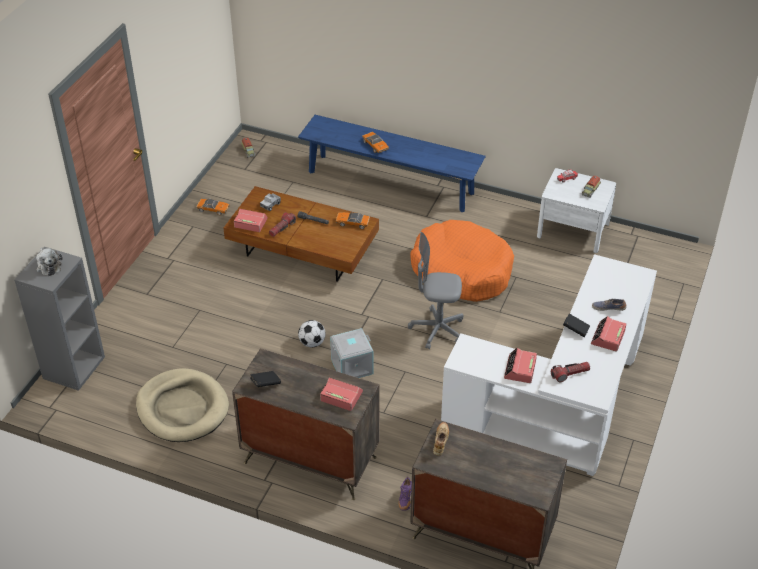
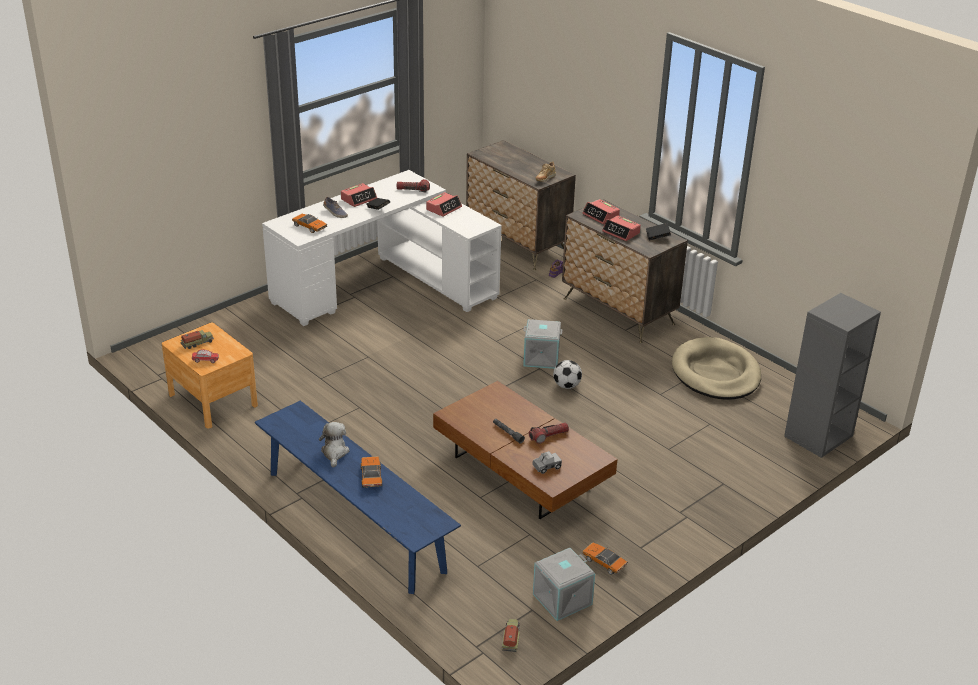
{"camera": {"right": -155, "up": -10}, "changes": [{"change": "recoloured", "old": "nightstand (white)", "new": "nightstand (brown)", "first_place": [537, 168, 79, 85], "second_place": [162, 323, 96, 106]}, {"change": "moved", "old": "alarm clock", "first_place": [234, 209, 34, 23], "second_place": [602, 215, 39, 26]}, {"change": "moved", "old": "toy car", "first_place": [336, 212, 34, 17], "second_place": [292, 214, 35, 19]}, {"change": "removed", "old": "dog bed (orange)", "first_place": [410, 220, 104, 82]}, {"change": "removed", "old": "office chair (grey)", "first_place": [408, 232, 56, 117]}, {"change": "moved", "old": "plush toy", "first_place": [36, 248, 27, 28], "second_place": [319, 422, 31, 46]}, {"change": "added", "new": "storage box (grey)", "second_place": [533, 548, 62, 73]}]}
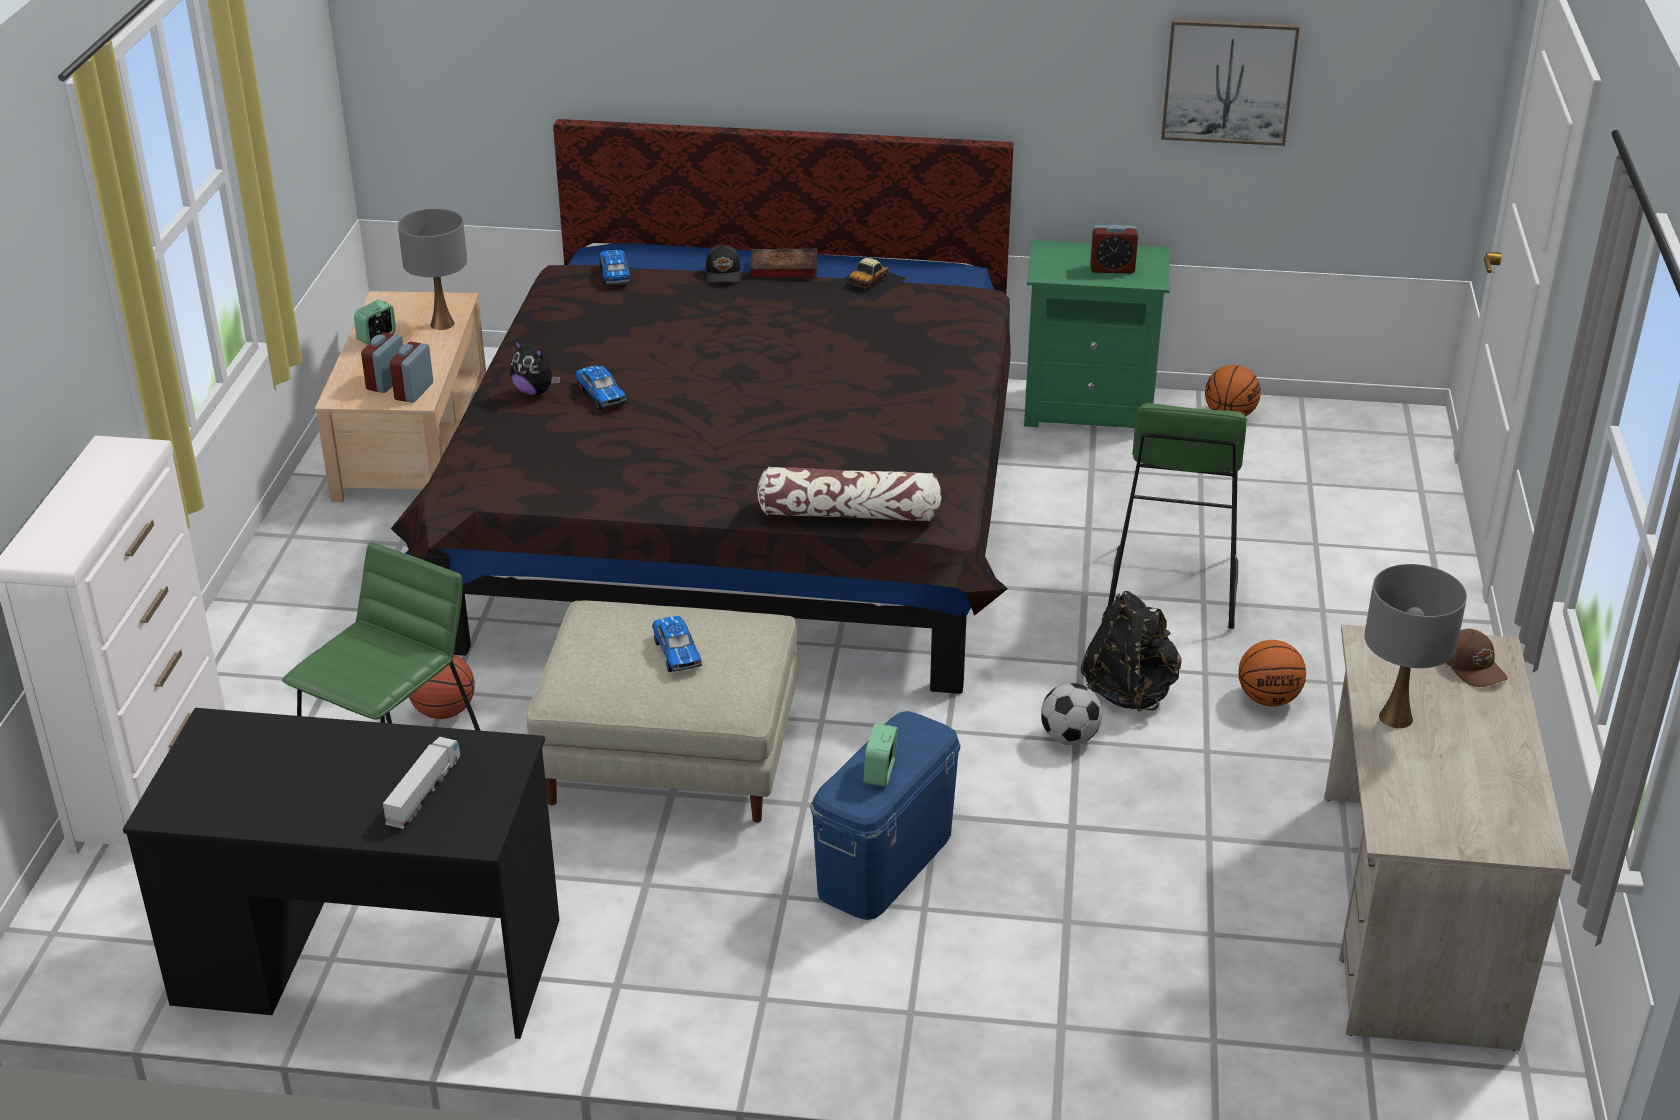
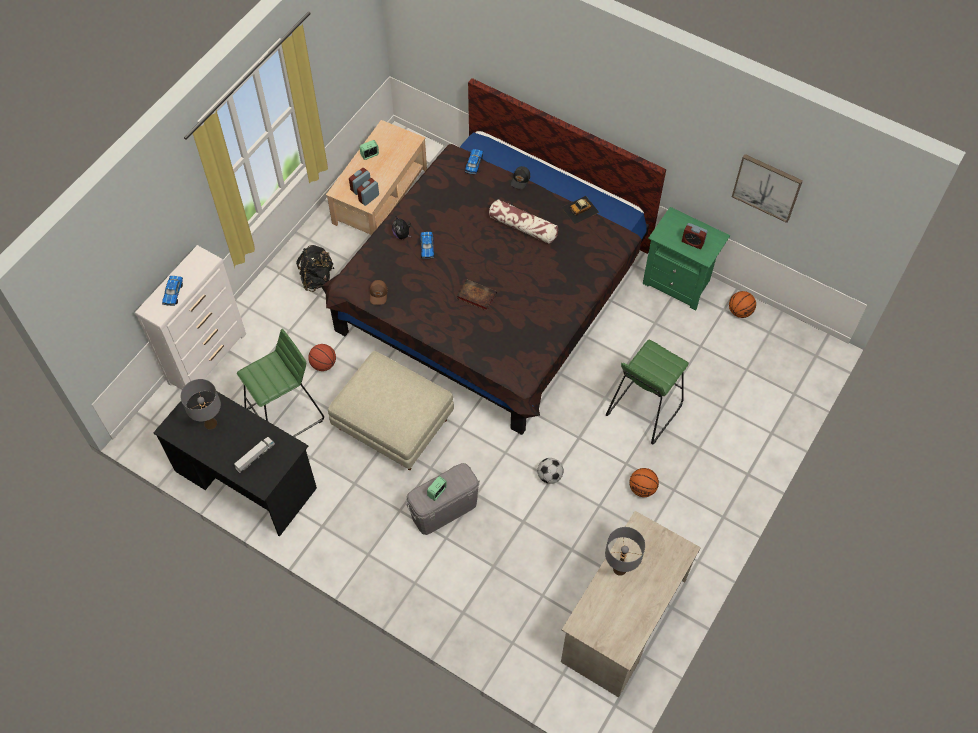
{"camera": {"right": 25, "up": 25}, "changes": [{"change": "moved", "old": "table lamp (grey)", "first_place": [398, 209, 69, 121], "second_place": [180, 379, 41, 50]}, {"change": "moved", "old": "book", "first_place": [749, 249, 69, 29], "second_place": [457, 279, 40, 32]}, {"change": "moved", "old": "pillow", "first_place": [757, 466, 185, 56], "second_place": [489, 199, 69, 45]}, {"change": "moved", "old": "backpack (black)", "first_place": [1081, 591, 101, 121], "second_place": [296, 245, 38, 47]}, {"change": "moved", "old": "toy car", "first_place": [652, 616, 50, 56], "second_place": [162, 276, 21, 30]}, {"change": "moved", "old": "cap (brown)", "first_place": [1446, 629, 62, 58], "second_place": [370, 280, 18, 25]}, {"change": "recoloured", "old": "storage box (blue)", "new": "storage box (grey)", "first_place": [810, 711, 150, 209], "second_place": [406, 463, 74, 72]}]}
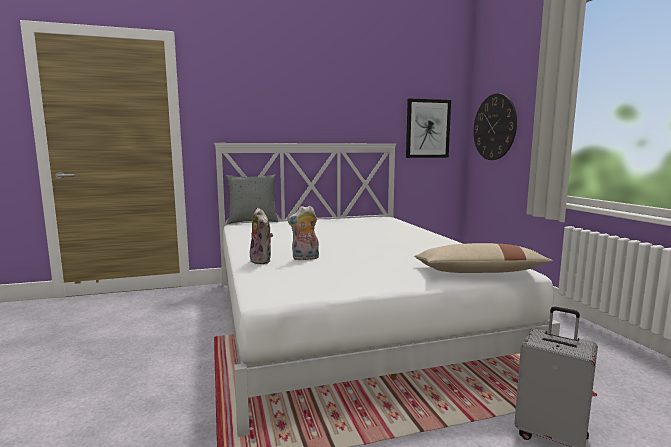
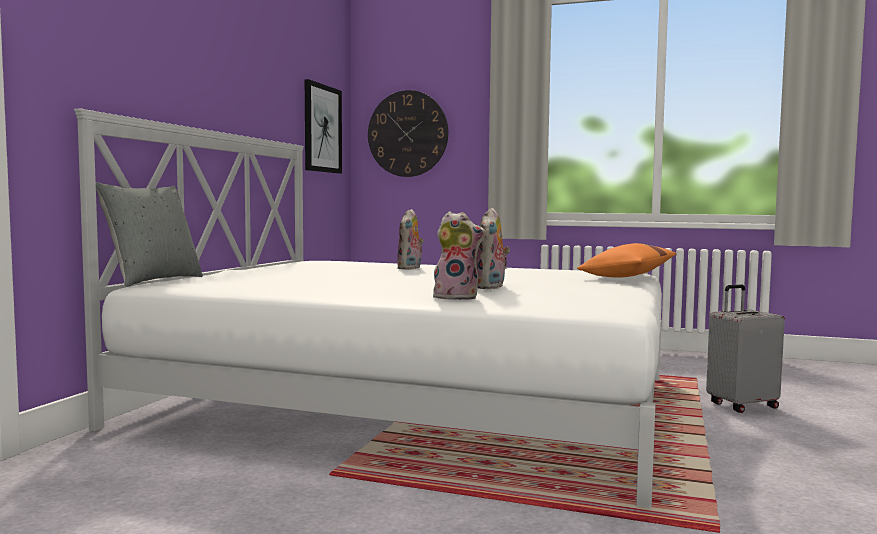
{"camera": {"right": -55, "up": -5}, "changes": [{"change": "recoloured", "old": "pillow (beige)", "new": "pillow (orange)", "first_place": [414, 243, 139, 30], "second_place": [577, 243, 100, 35]}, {"change": "added", "new": "plush toy", "second_place": [397, 209, 27, 61]}]}
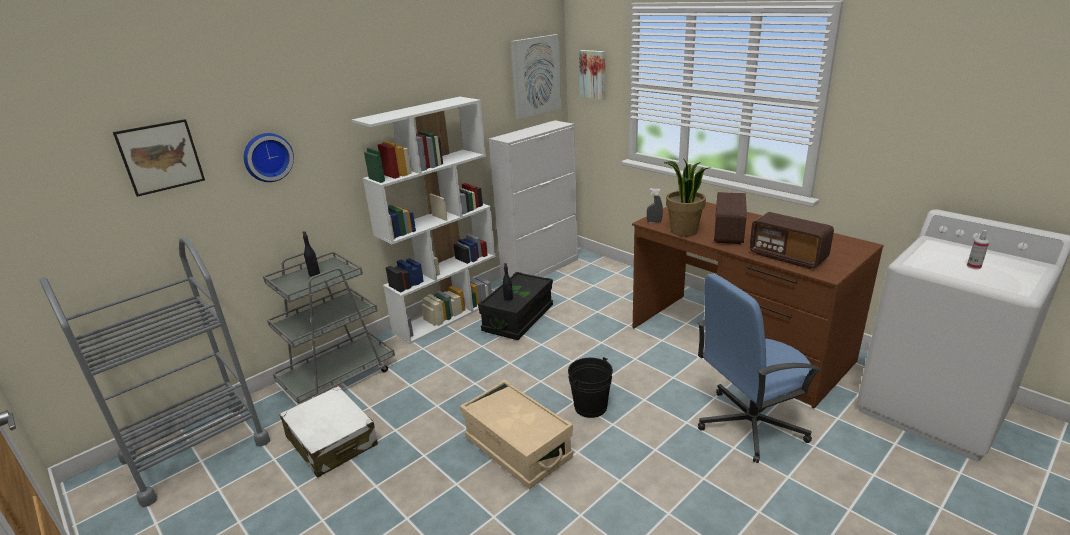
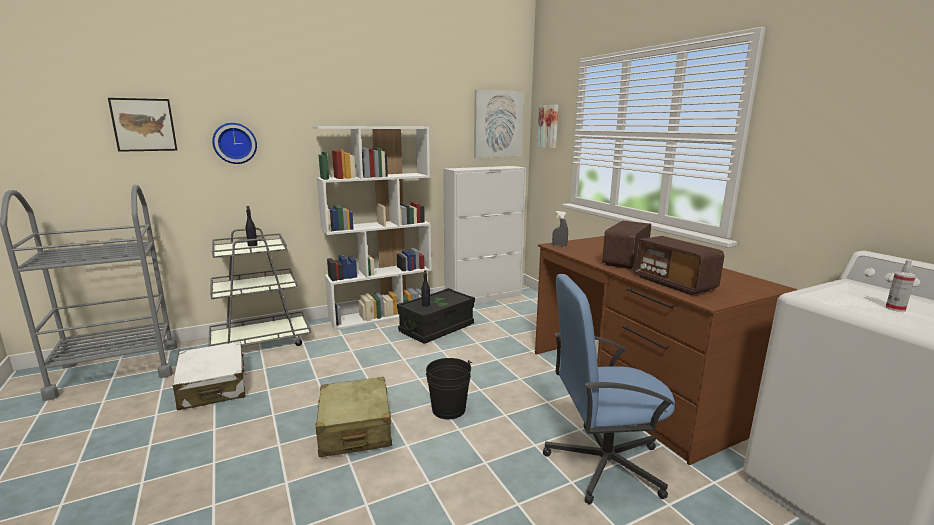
{"camera": {"right": 15, "up": -10}, "changes": [{"change": "removed", "old": "potted plant", "first_place": [665, 158, 44, 79]}, {"change": "replaced", "old": "storage box (beige)", "new": "suitcase (beige)", "first_place": [460, 380, 113, 109], "second_place": [315, 377, 77, 80]}]}
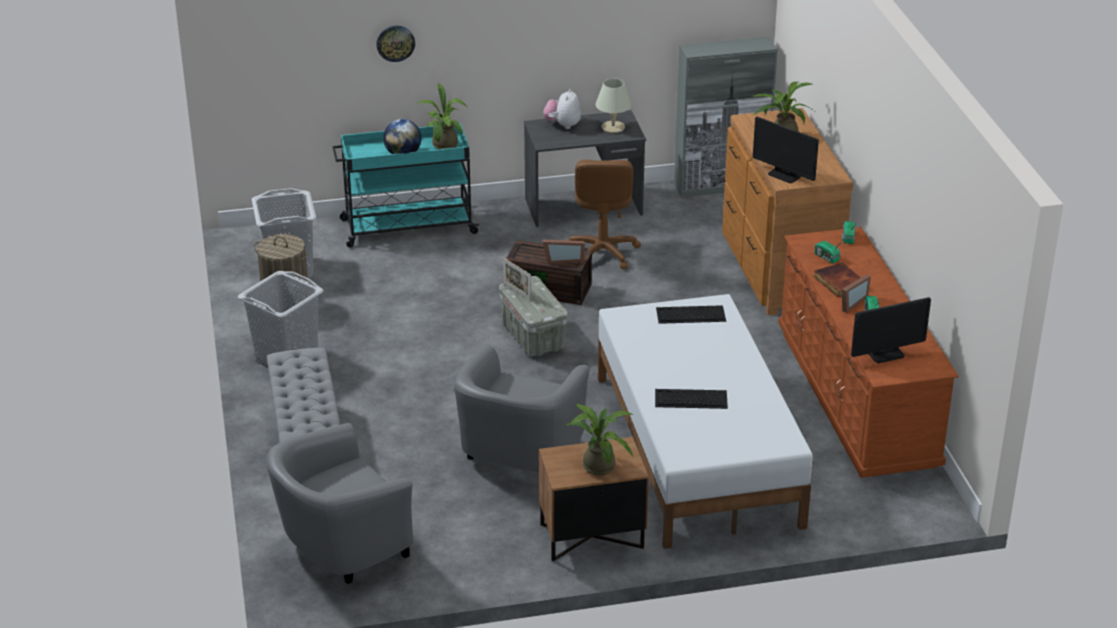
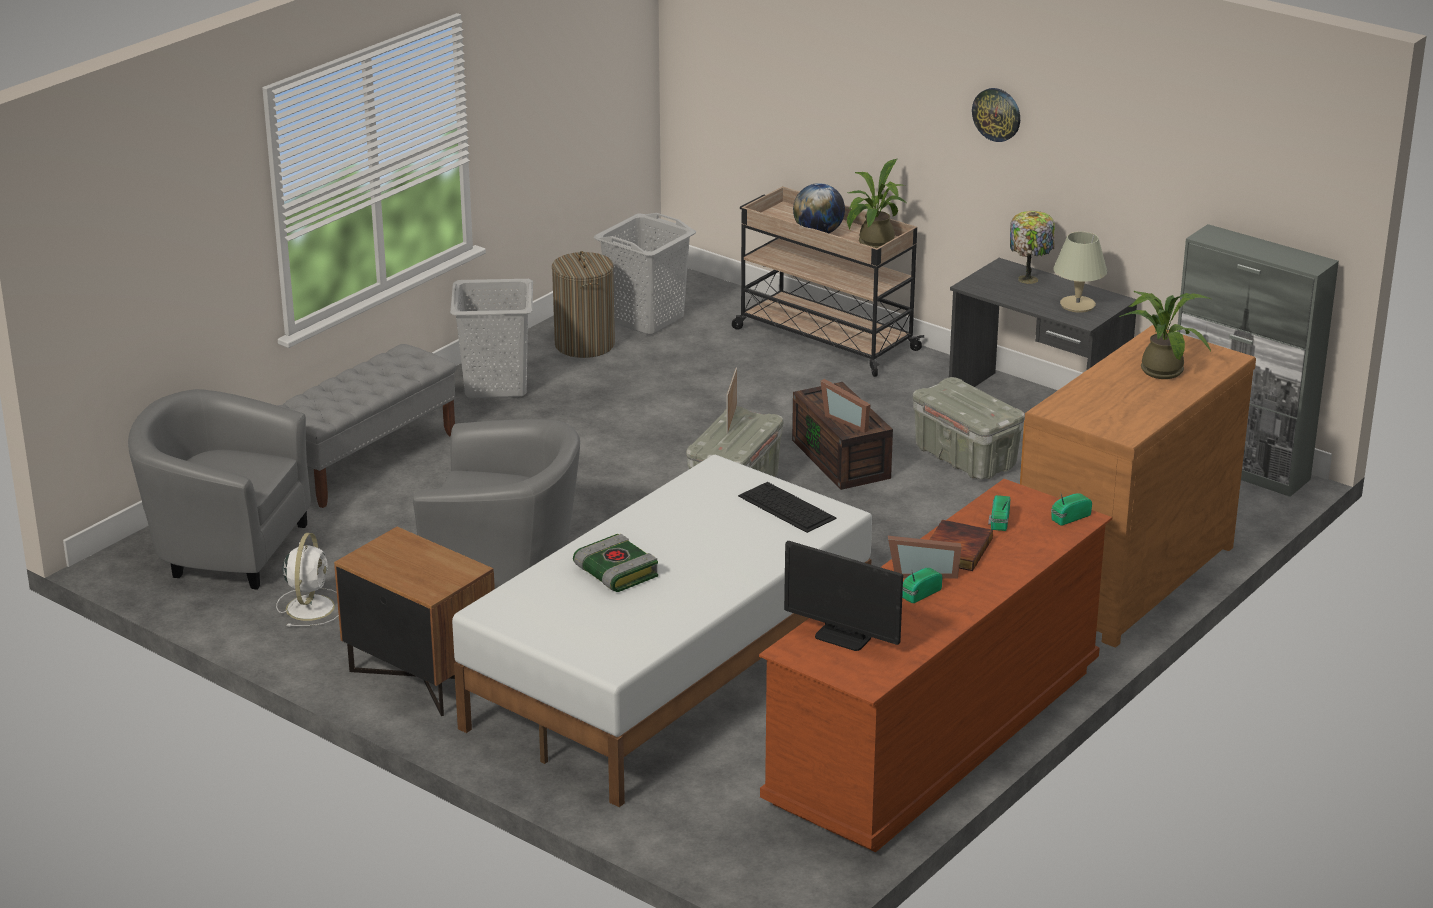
{"camera": {"right": 50, "up": -5}, "changes": [{"change": "moved", "old": "wall clock", "first_place": [376, 25, 39, 37], "second_place": [972, 88, 48, 54]}, {"change": "replaced", "old": "plush toy", "new": "table lamp", "first_place": [543, 89, 38, 40], "second_place": [1010, 211, 45, 73]}, {"change": "removed", "old": "monitor", "first_place": [753, 117, 66, 66]}, {"change": "recoloured", "old": "cart (turquoise)", "new": "cart (beige)", "first_place": [332, 123, 148, 124], "second_place": [732, 186, 192, 191]}, {"change": "replaced", "old": "office chair (brown)", "new": "storage box (grey)", "first_place": [567, 160, 74, 110], "second_place": [913, 377, 112, 102]}, {"change": "turned", "old": "armchair (grey)", "first_place": [454, 344, 136, 128], "second_place": [413, 419, 167, 170], "degrees": -150}, {"change": "replaced", "old": "keyboard", "new": "book", "first_place": [655, 389, 73, 20], "second_place": [573, 534, 85, 58]}, {"change": "removed", "old": "potted plant", "first_place": [565, 404, 69, 71]}, {"change": "added", "new": "fan (white)", "second_place": [276, 533, 63, 94]}]}
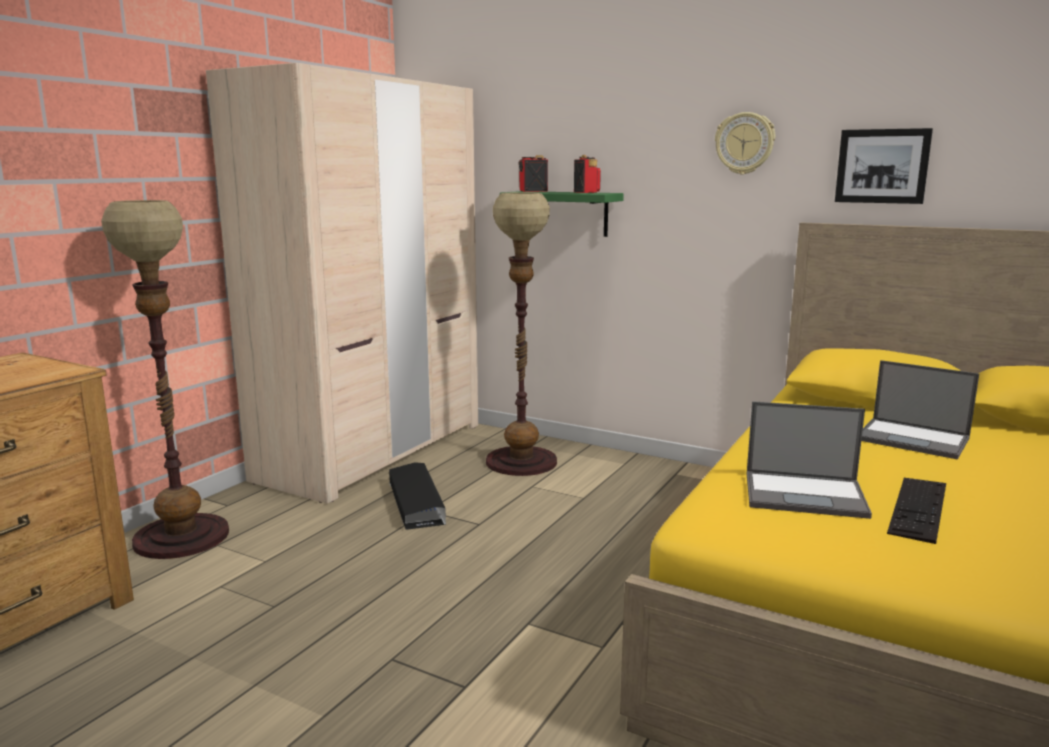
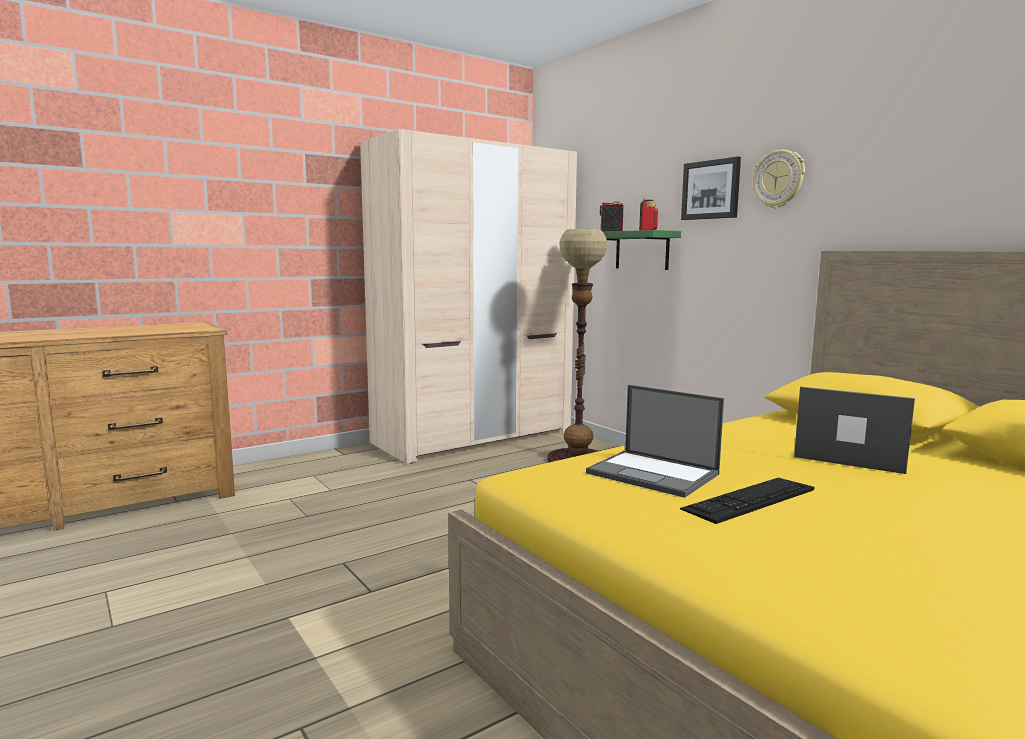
{"camera": {"right": 25, "up": -5}, "changes": [{"change": "moved", "old": "picture", "first_place": [835, 128, 98, 76], "second_place": [681, 157, 60, 63]}, {"change": "removed", "old": "floor lamp", "first_place": [101, 200, 128, 359]}, {"change": "turned", "old": "laptop", "first_place": [861, 360, 118, 100], "second_place": [794, 387, 121, 87], "degrees": 150}, {"change": "removed", "old": "storage box (black)", "first_place": [389, 462, 57, 68]}]}
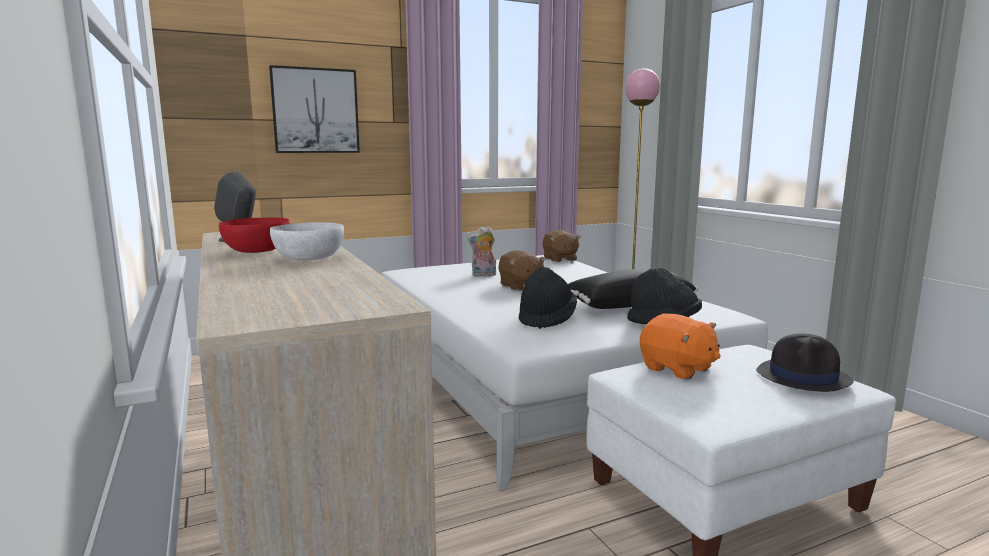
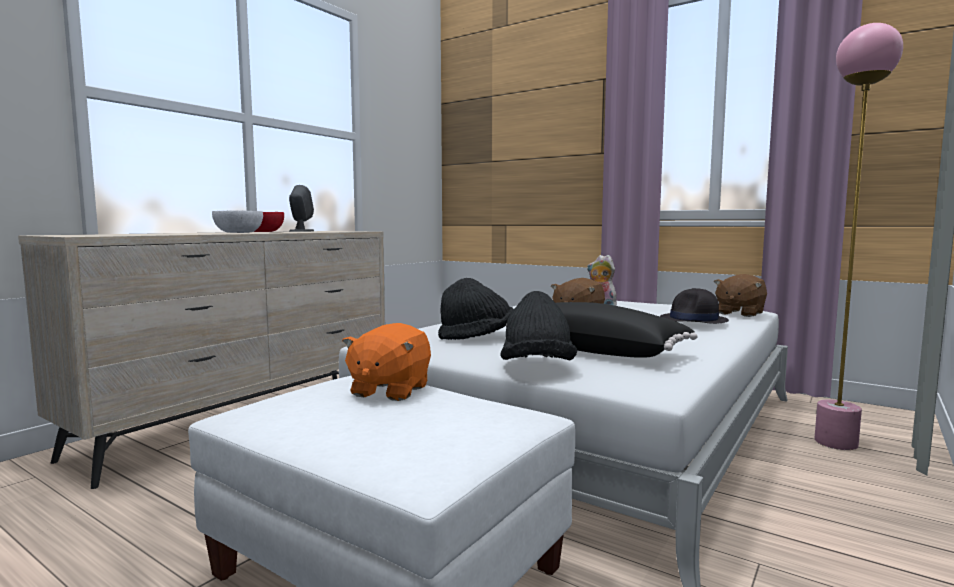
{"camera": {"right": 60, "up": -5}, "changes": [{"change": "removed", "old": "picture", "first_place": [269, 65, 91, 88]}, {"change": "moved", "old": "hat (black)", "first_place": [756, 333, 98, 59], "second_place": [660, 288, 69, 36]}]}
